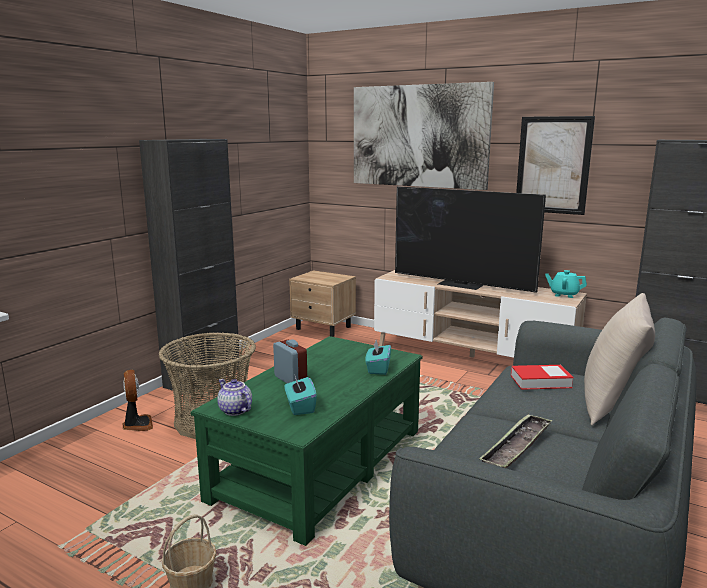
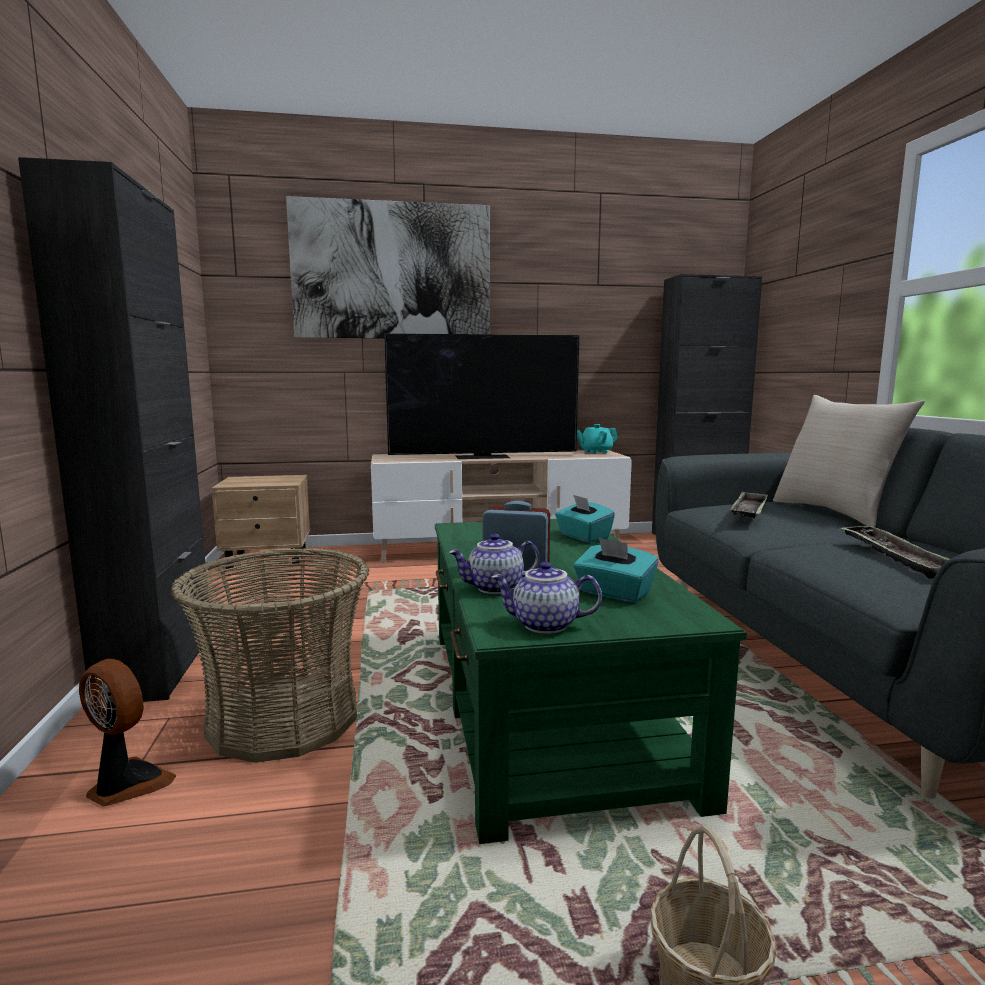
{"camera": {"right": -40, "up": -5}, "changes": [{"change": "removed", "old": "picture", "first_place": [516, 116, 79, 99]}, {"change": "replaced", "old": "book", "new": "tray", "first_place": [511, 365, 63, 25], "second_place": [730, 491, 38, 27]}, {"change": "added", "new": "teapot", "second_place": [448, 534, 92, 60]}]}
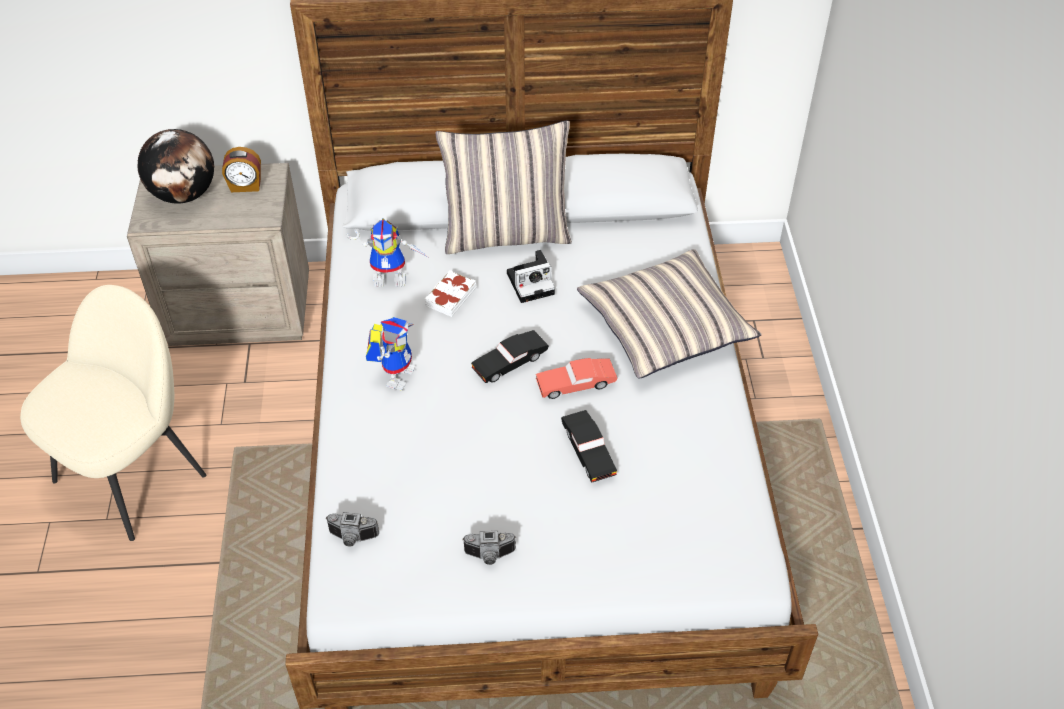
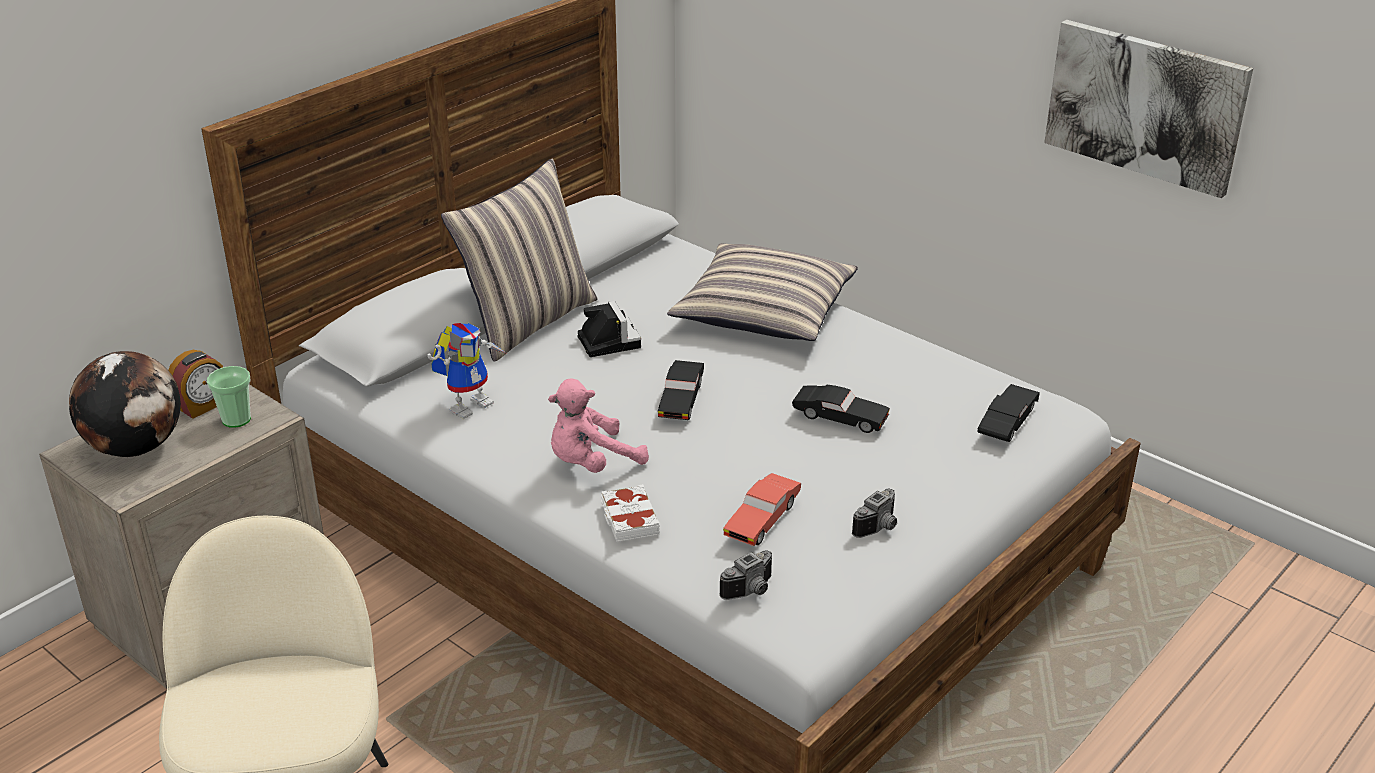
{"camera": {"right": -45, "up": -15}, "changes": [{"change": "turned", "old": "photo camera", "first_place": [507, 250, 48, 53], "second_place": [578, 301, 63, 56], "degrees": -45}, {"change": "moved", "old": "book (white)", "first_place": [425, 270, 51, 47], "second_place": [601, 484, 59, 58]}, {"change": "replaced", "old": "toy robot", "new": "plush toy (pink)", "first_place": [366, 317, 50, 74], "second_place": [548, 378, 101, 95]}, {"change": "moved", "old": "toy car (red)", "first_place": [536, 358, 82, 41], "second_place": [723, 473, 78, 73]}, {"change": "added", "new": "picture", "second_place": [1044, 20, 209, 178]}, {"change": "added", "new": "cup", "second_place": [207, 366, 44, 62]}, {"change": "added", "new": "toy car (black)", "second_place": [977, 384, 63, 58]}]}
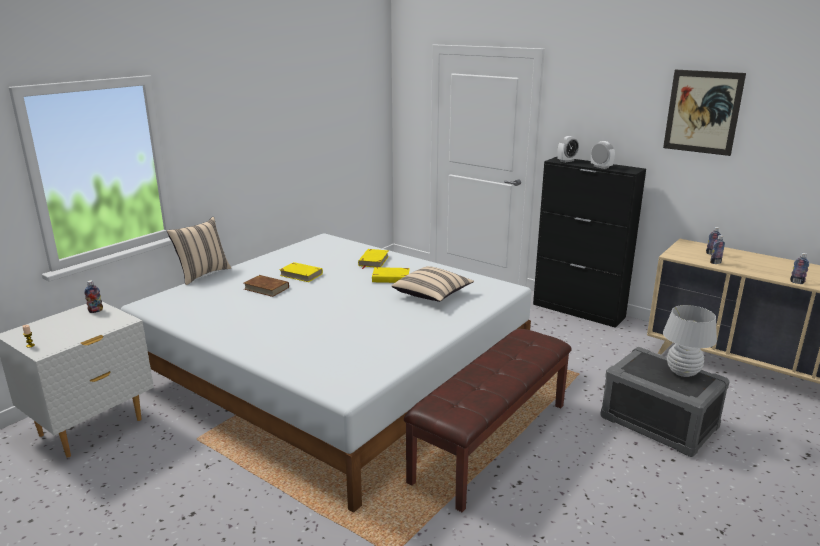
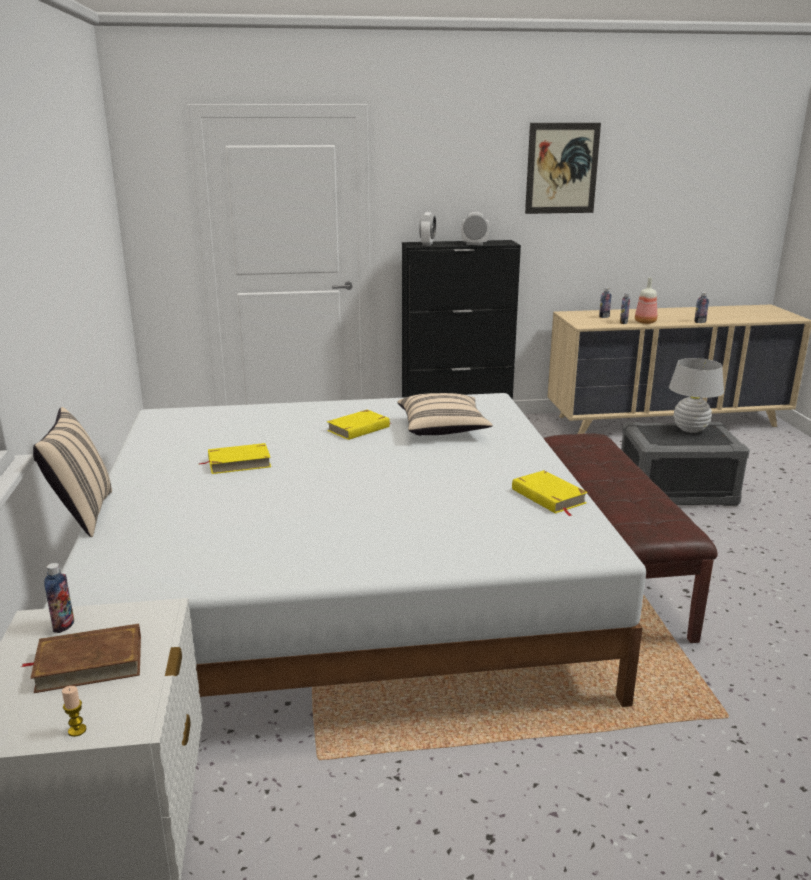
{"camera": {"right": -45, "up": 0}, "changes": [{"change": "moved", "old": "book (yellow)", "first_place": [358, 249, 31, 20], "second_place": [512, 470, 76, 46]}, {"change": "moved", "old": "book (brown)", "first_place": [244, 275, 45, 22], "second_place": [21, 624, 120, 69]}, {"change": "added", "new": "bottle", "second_place": [635, 278, 22, 46]}]}
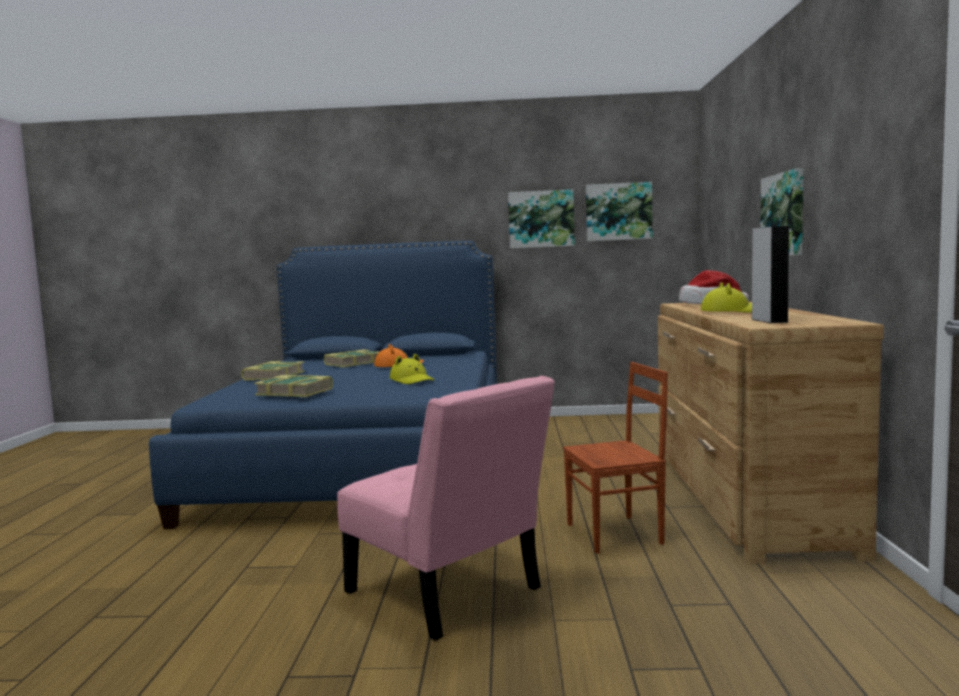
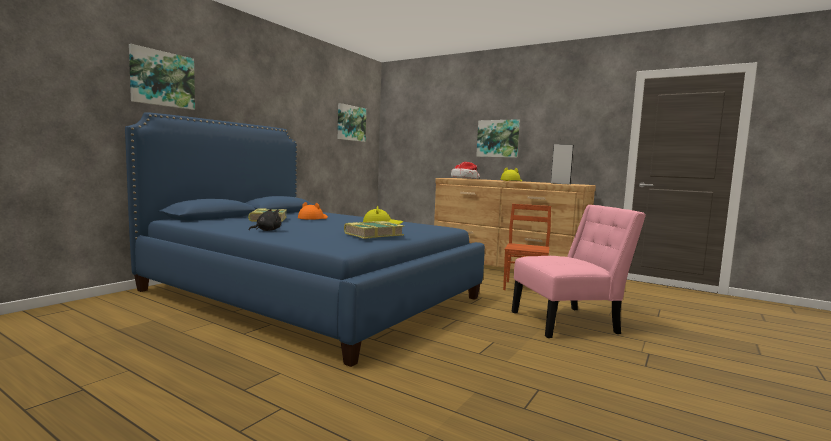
{"camera": {"right": -60, "up": 0}, "changes": [{"change": "moved", "old": "picture", "first_place": [508, 189, 67, 59], "second_place": [129, 44, 66, 66]}, {"change": "replaced", "old": "book", "new": "plush toy (black)", "first_place": [241, 361, 64, 20], "second_place": [249, 209, 32, 22]}]}
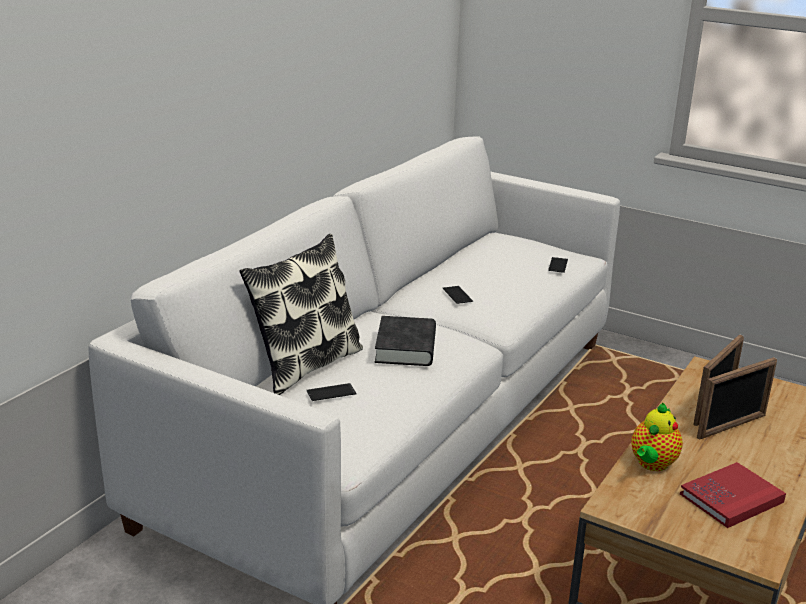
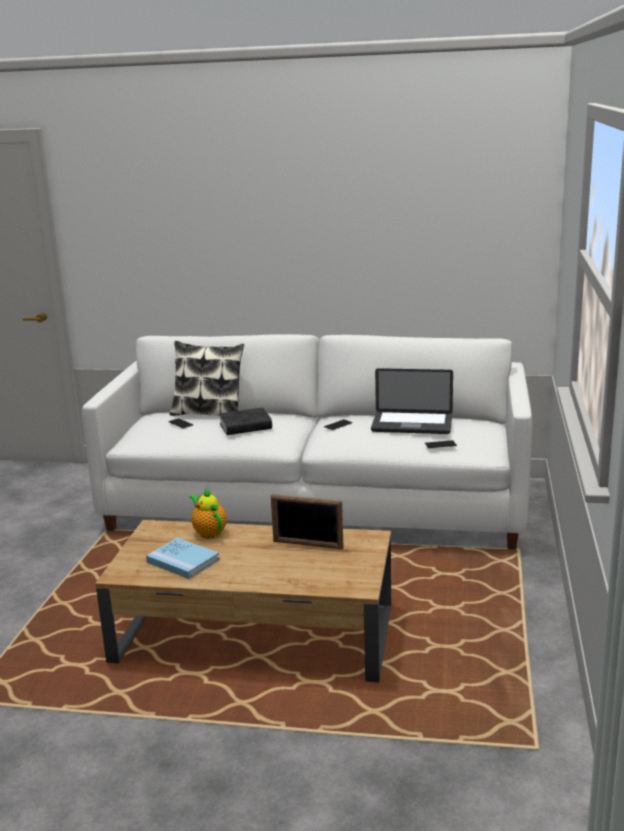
{"camera": {"right": 70, "up": -5}, "changes": [{"change": "removed", "old": "picture frame", "first_place": [697, 357, 80, 83]}, {"change": "turned", "old": "teapot", "first_place": [631, 402, 52, 69], "second_place": [189, 488, 38, 51], "degrees": 45}, {"change": "recoloured", "old": "book (red)", "new": "book (blue)", "first_place": [680, 462, 106, 66], "second_place": [146, 538, 74, 41]}, {"change": "added", "new": "laptop", "second_place": [371, 368, 82, 66]}]}
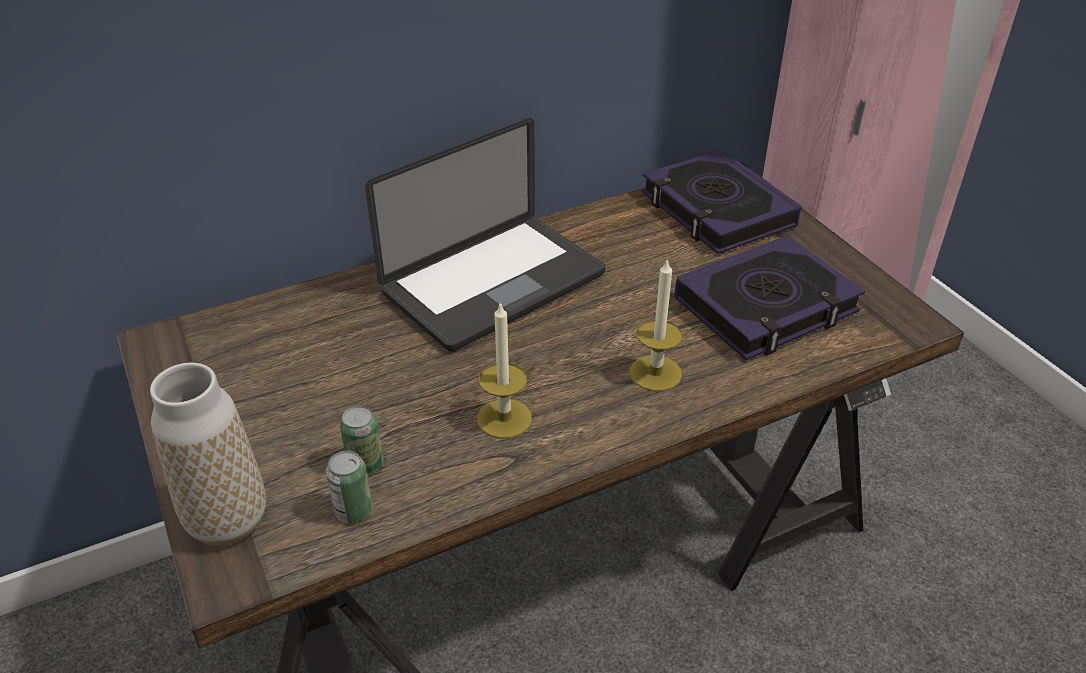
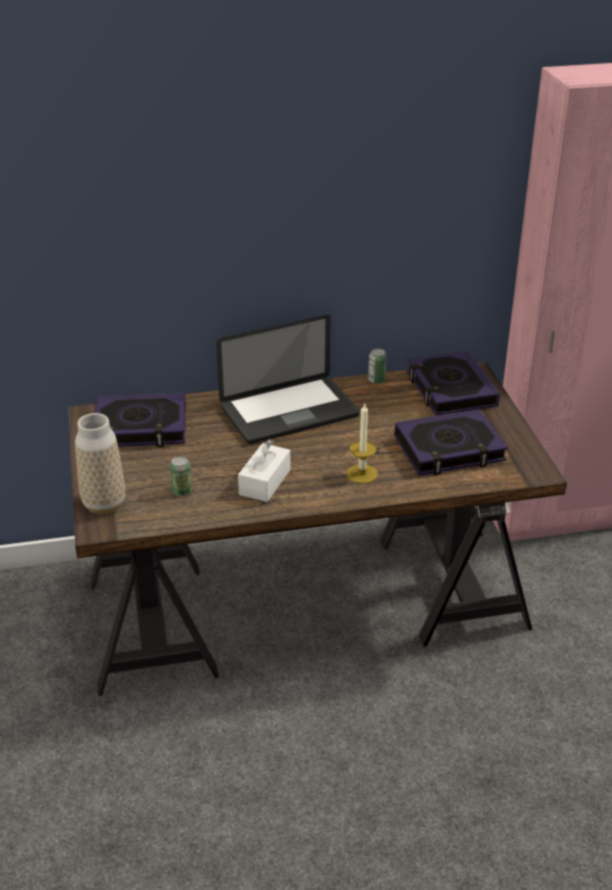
{"camera": {"right": 15, "up": -5}, "changes": [{"change": "replaced", "old": "candle", "new": "tissue box (white)", "first_place": [477, 301, 55, 138], "second_place": [238, 439, 52, 63]}, {"change": "moved", "old": "can", "first_place": [326, 451, 46, 72], "second_place": [368, 349, 19, 35]}, {"change": "added", "new": "book", "second_place": [95, 393, 91, 54]}]}
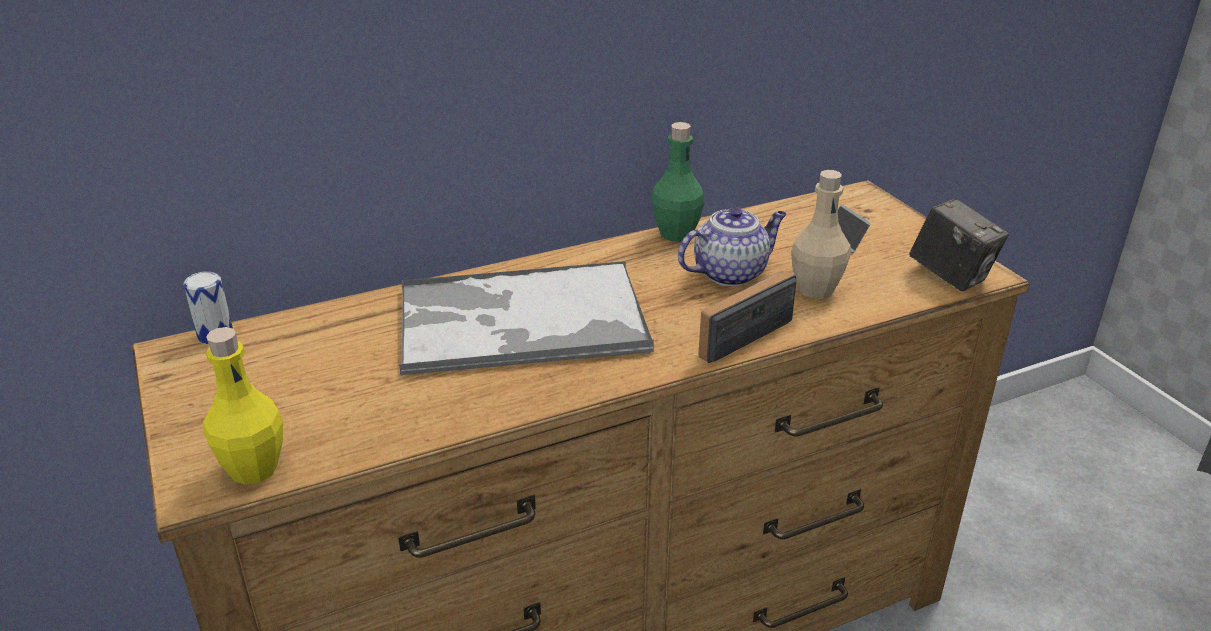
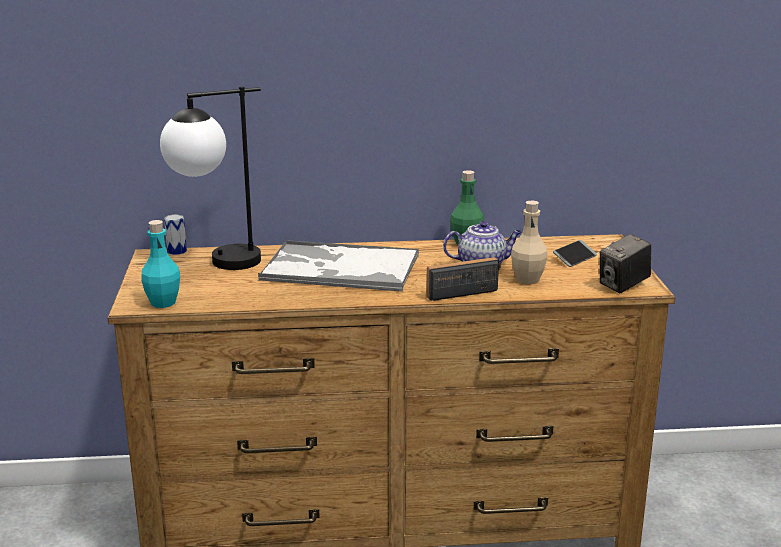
{"camera": {"right": 20, "up": -10}, "changes": [{"change": "turned", "old": "photo camera", "first_place": [909, 199, 100, 92], "second_place": [600, 234, 51, 59], "degrees": 75}, {"change": "recoloured", "old": "bottle (yellow)", "new": "bottle (turquoise)", "first_place": [203, 327, 80, 158], "second_place": [141, 220, 39, 88]}, {"change": "added", "new": "table lamp", "second_place": [160, 86, 101, 184]}]}
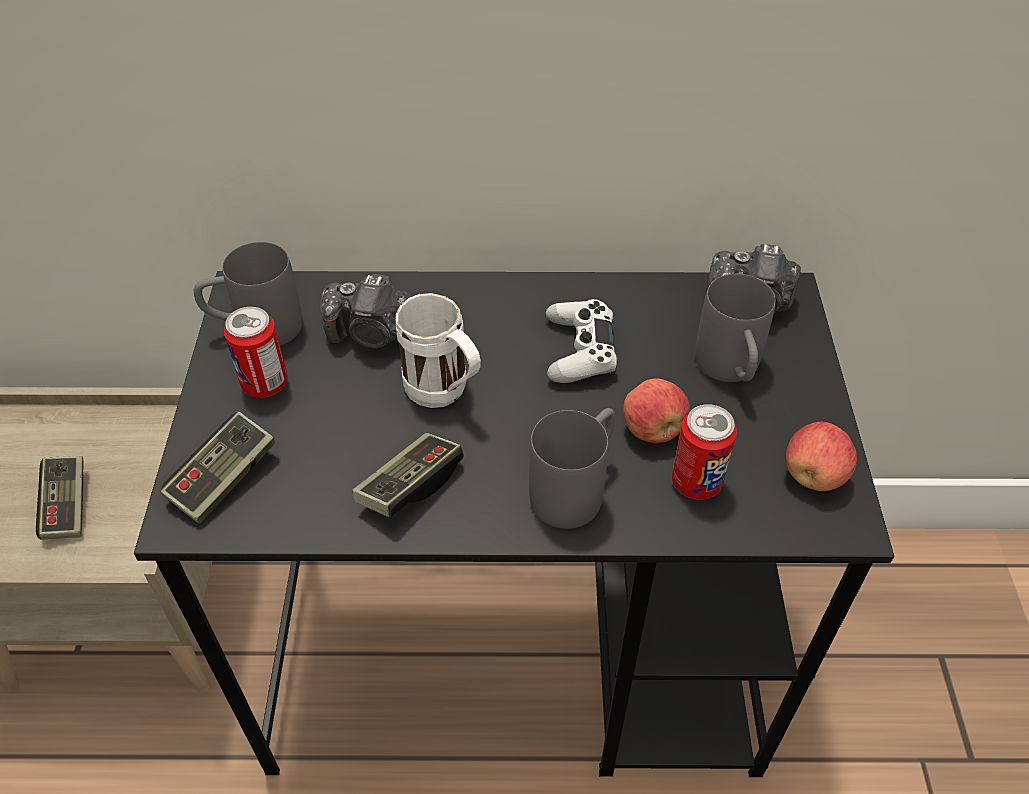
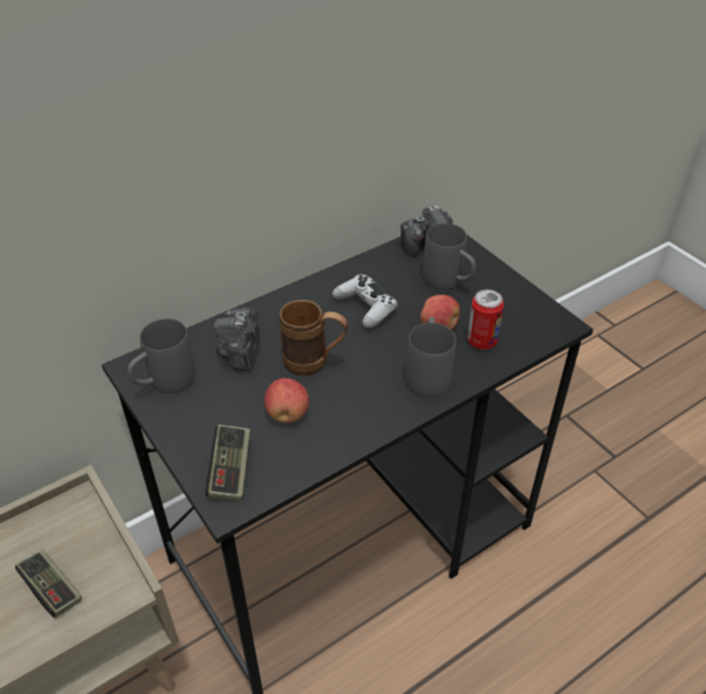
{"camera": {"right": -35, "up": -5}, "changes": [{"change": "turned", "old": "photo camera", "first_place": [320, 274, 94, 75], "second_place": [213, 308, 47, 63], "degrees": 120}, {"change": "recoloured", "old": "mug (white)", "new": "mug (brown)", "first_place": [396, 293, 85, 115], "second_place": [279, 300, 69, 76]}, {"change": "removed", "old": "can", "first_place": [224, 307, 64, 90]}, {"change": "moved", "old": "apple", "first_place": [786, 422, 71, 69], "second_place": [264, 378, 45, 45]}, {"change": "removed", "old": "game controller", "first_place": [353, 433, 111, 84]}]}
